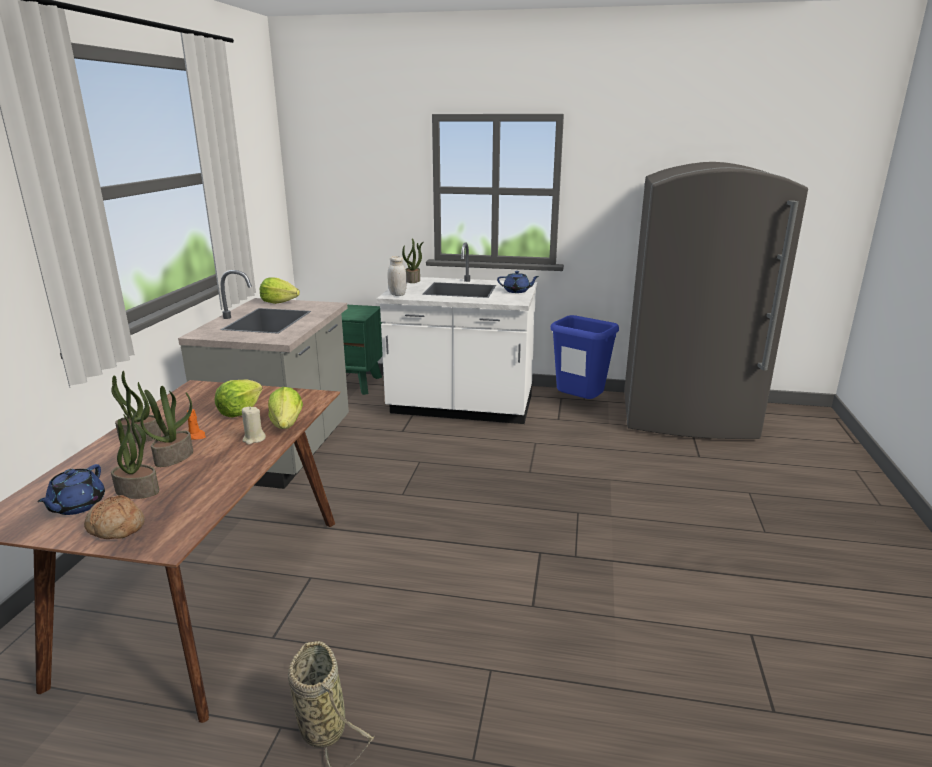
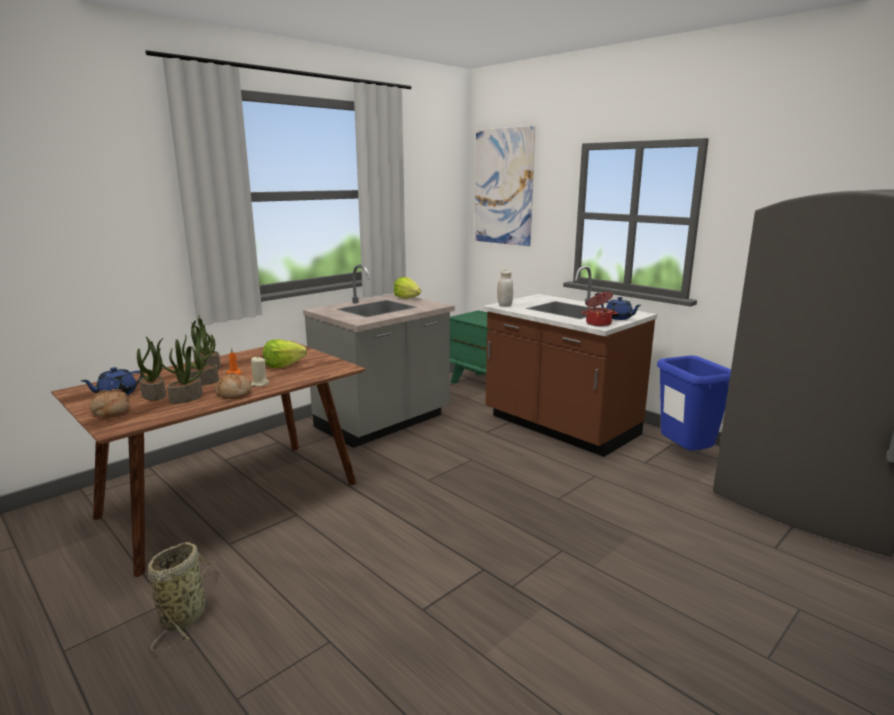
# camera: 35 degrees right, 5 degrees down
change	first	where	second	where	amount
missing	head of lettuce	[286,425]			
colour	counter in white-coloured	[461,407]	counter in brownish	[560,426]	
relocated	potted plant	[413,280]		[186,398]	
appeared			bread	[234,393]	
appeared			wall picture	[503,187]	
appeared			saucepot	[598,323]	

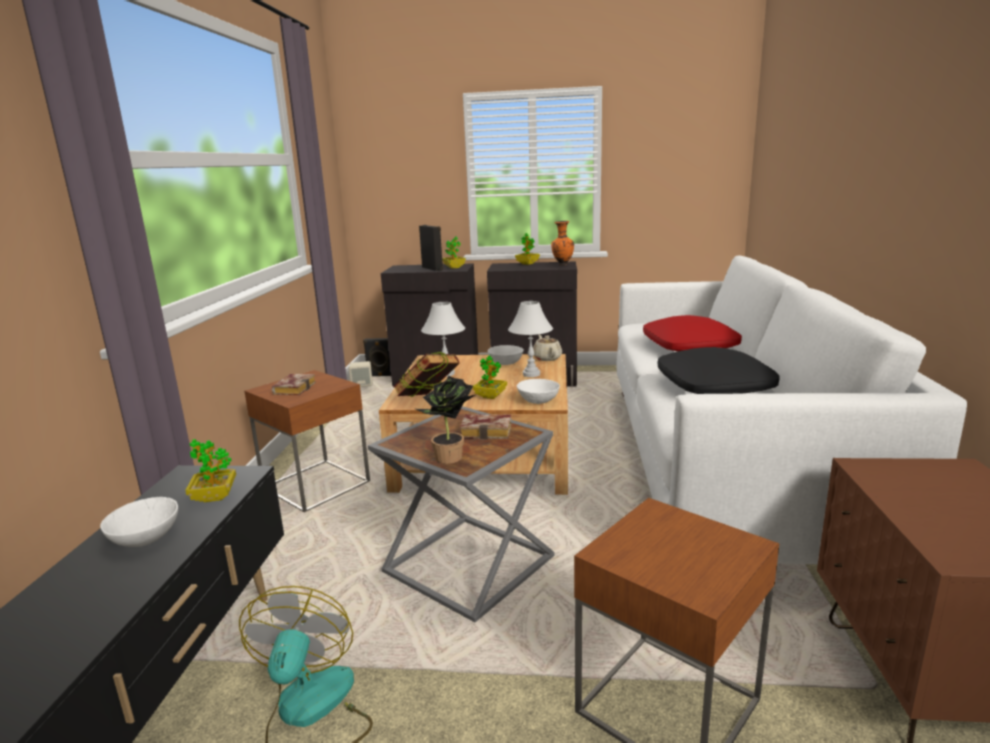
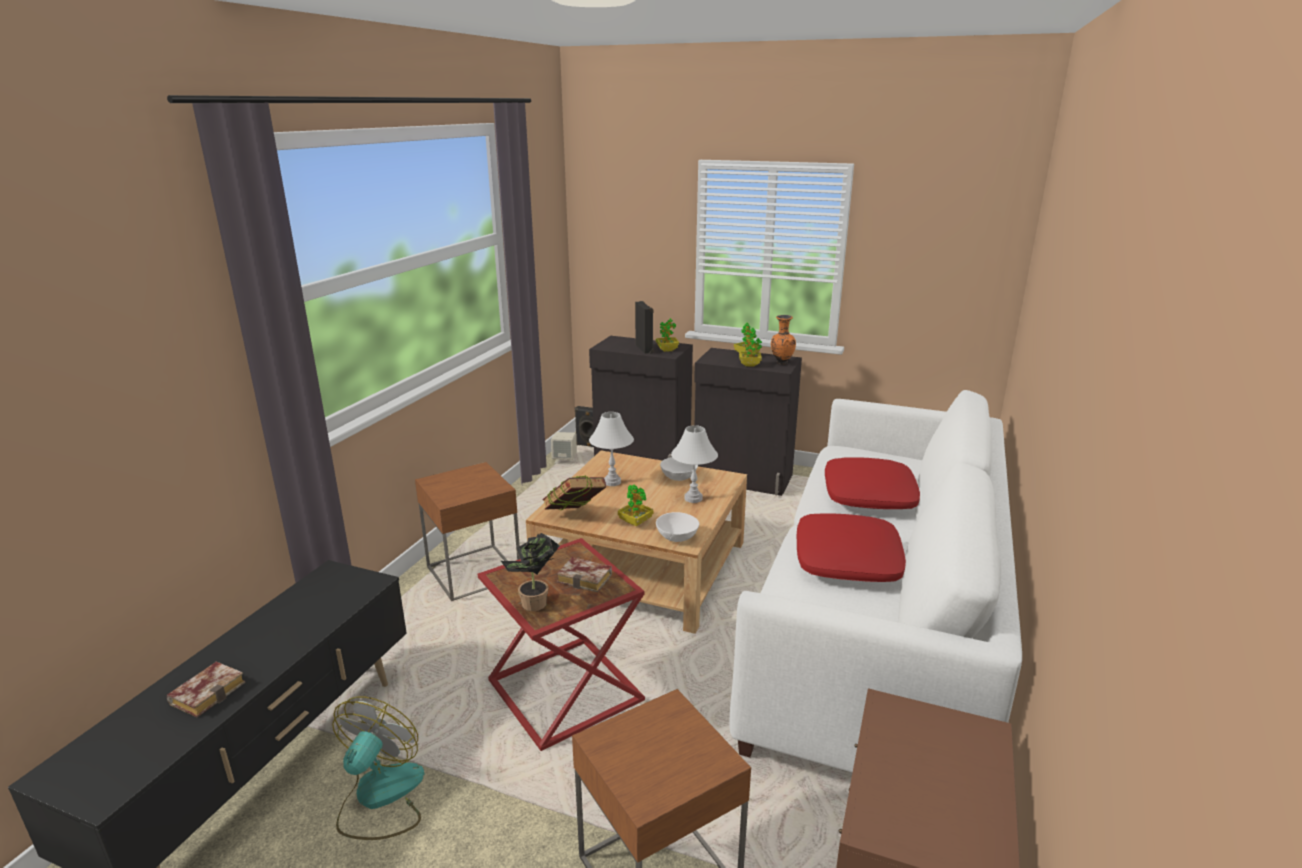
# camera: 15 degrees right, 5 degrees up
change	first	where	second	where	amount
missing	deep dish in white-coloured	[146,537]			
relocated	potted plant	[214,497]		[749,365]	
relocated	bound book	[294,388]		[209,692]	
colour	accent table in greyish	[466,565]	accent table in red-coloured	[562,690]	
missing	pot for tea in beige-coloured	[547,358]			
colour	throw pillow in black	[715,386]	throw pillow in red-coloured	[848,560]	

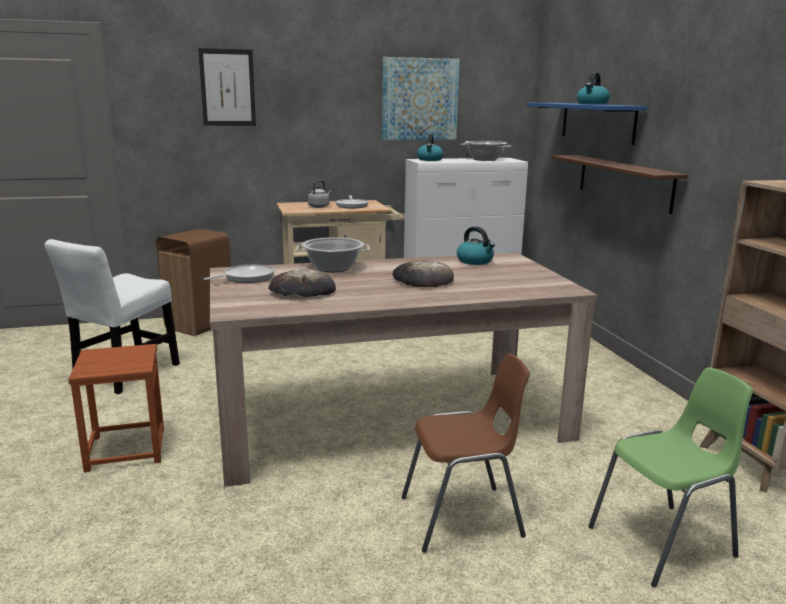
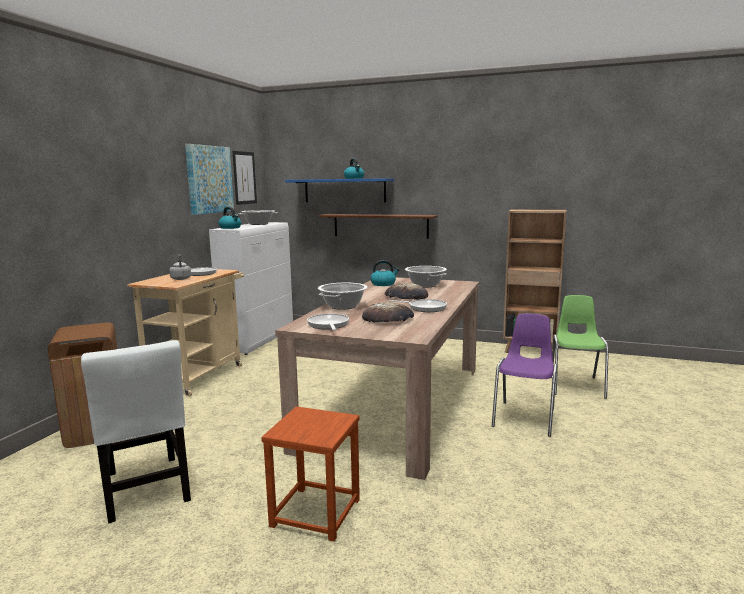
# camera: 55 degrees left, 5 degrees down
change	first	where	second	where	amount
relocated	wall picture	[227,87]		[244,178]	
colour	chair in brownish	[463,517]	chair in purplish	[525,418]	
appeared			skillet	[425,308]	
appeared			saucepot	[425,285]	

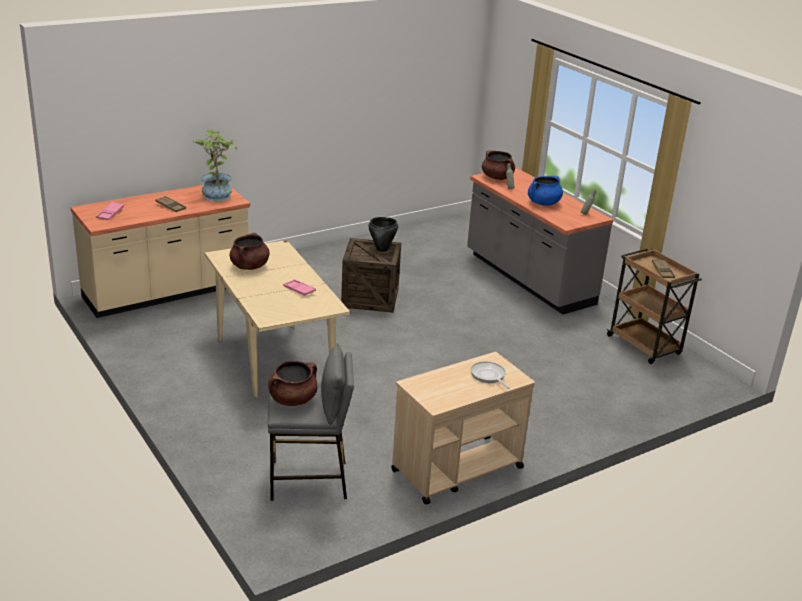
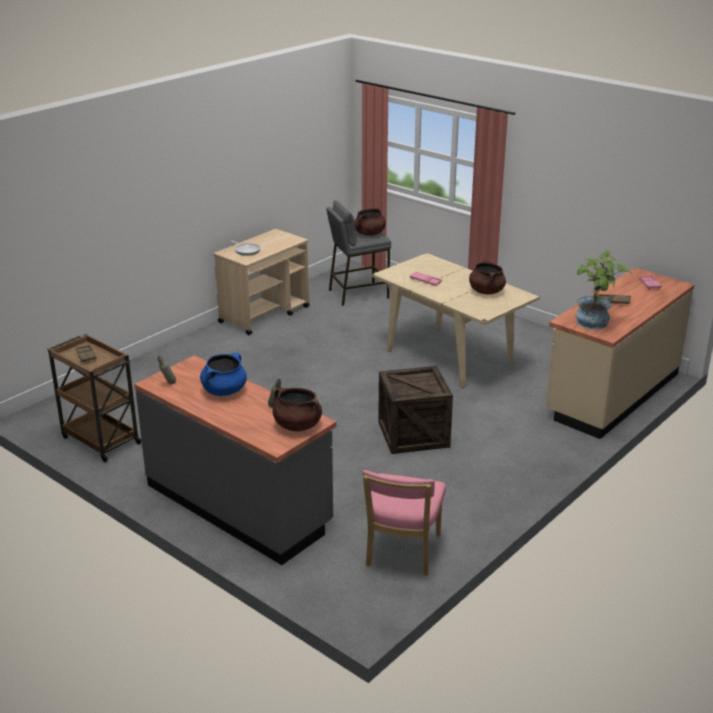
# camera: 165 degrees right, 0 degrees up
change	first	where	second	where	amount
missing	saucepot in black	[382,249]			
appeared			chair in pink	[401,553]	

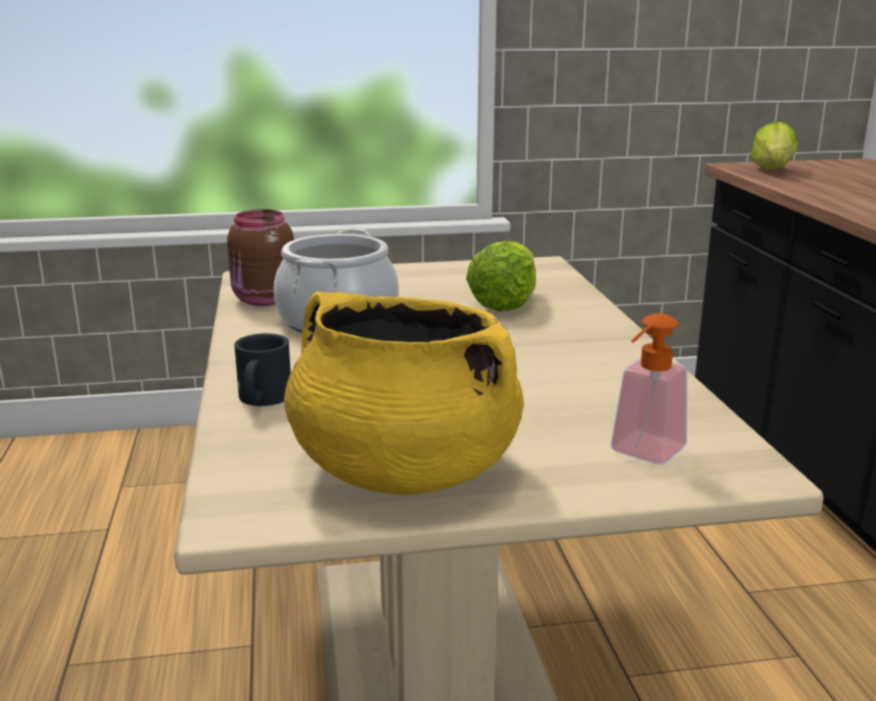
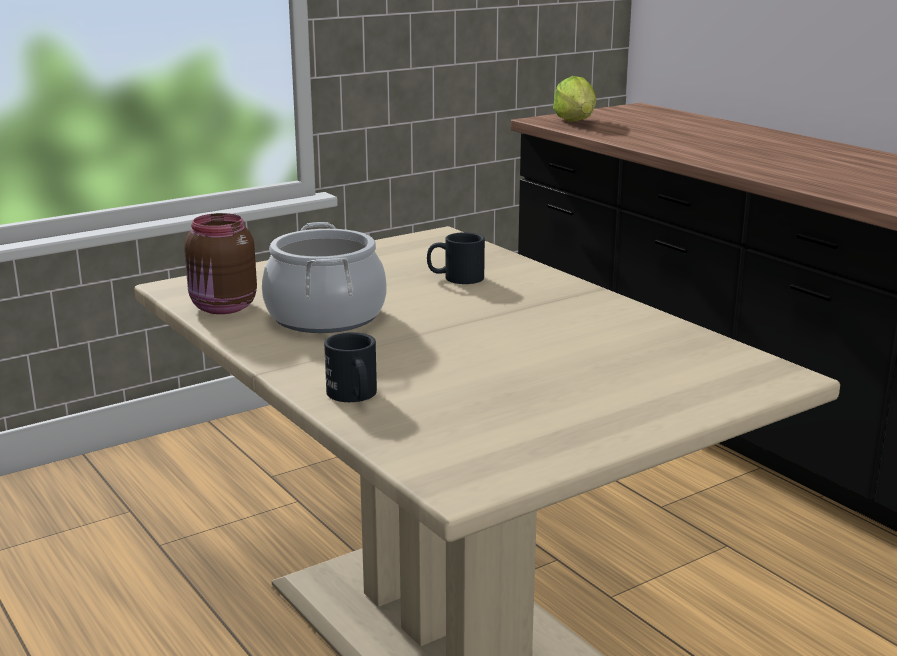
# camera: 25 degrees left, 0 degrees up
change	first	where	second	where	amount
missing	saucepot in yellow-coloured	[403,471]			
exchanged	head of lettuce	[504,304]	tea mug in black	[455,278]	
missing	soap bottle	[642,454]			

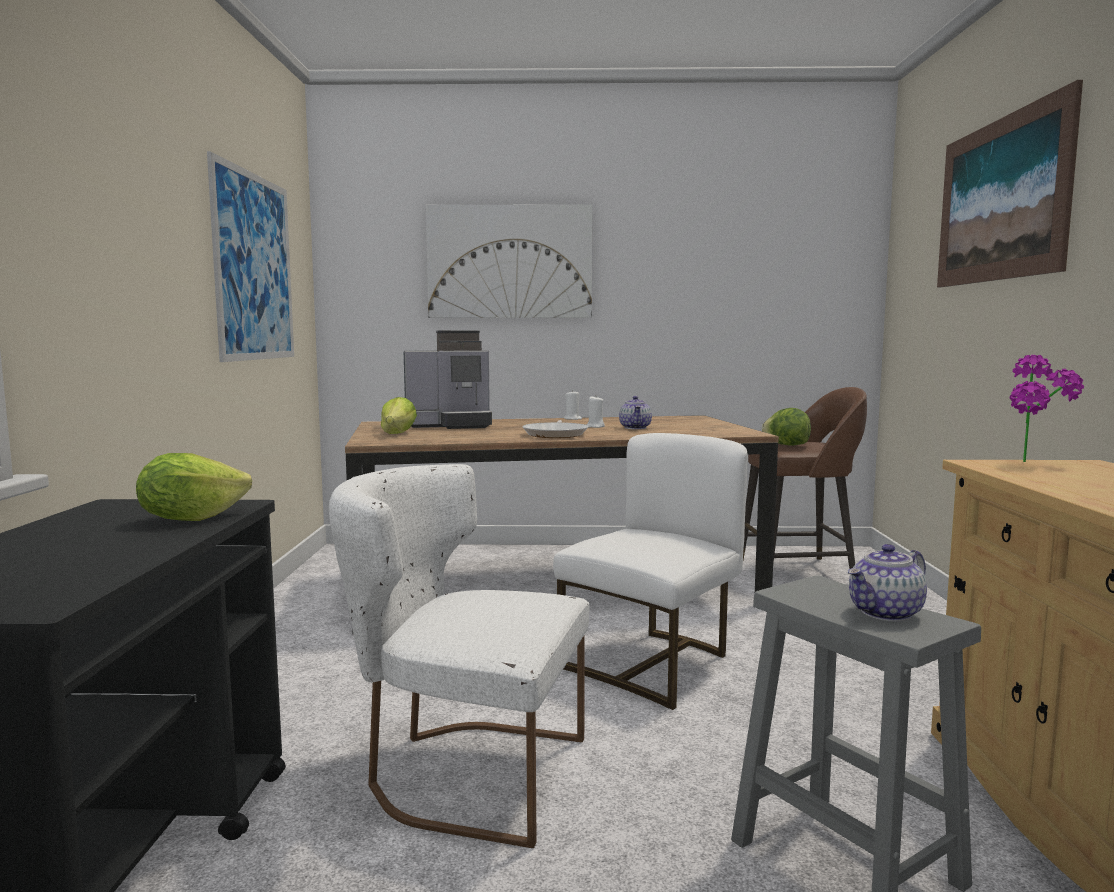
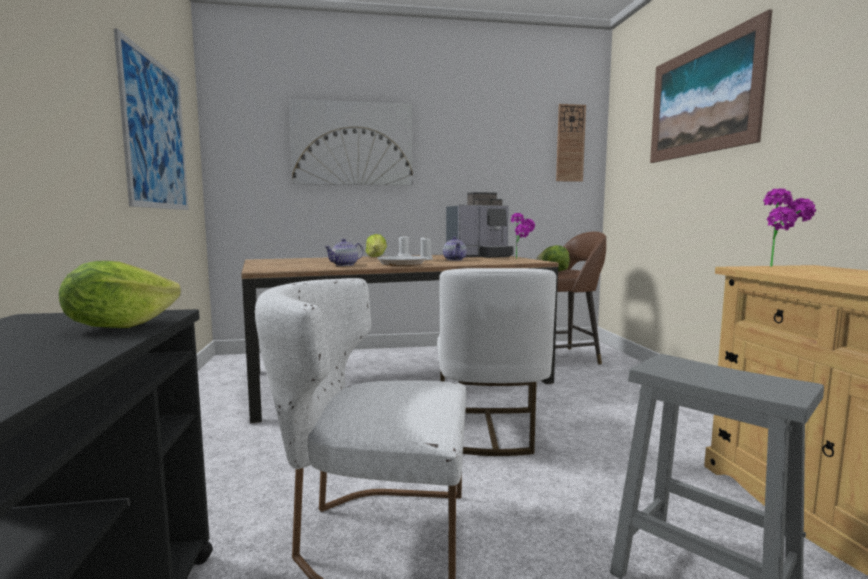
# camera: 10 degrees left, 0 degrees up
change	first	where	second	where	amount
relocated	head of lettuce	[398,433]		[376,257]	
relocated	coffee maker	[450,425]		[480,256]	
spun	chair in white-coloured	[653,664]		[490,430]	150 degrees clockwise
relocated	pot for tea	[886,613]		[344,265]	
appeared			potted plant	[522,259]	
appeared			clock on the wall	[570,143]	

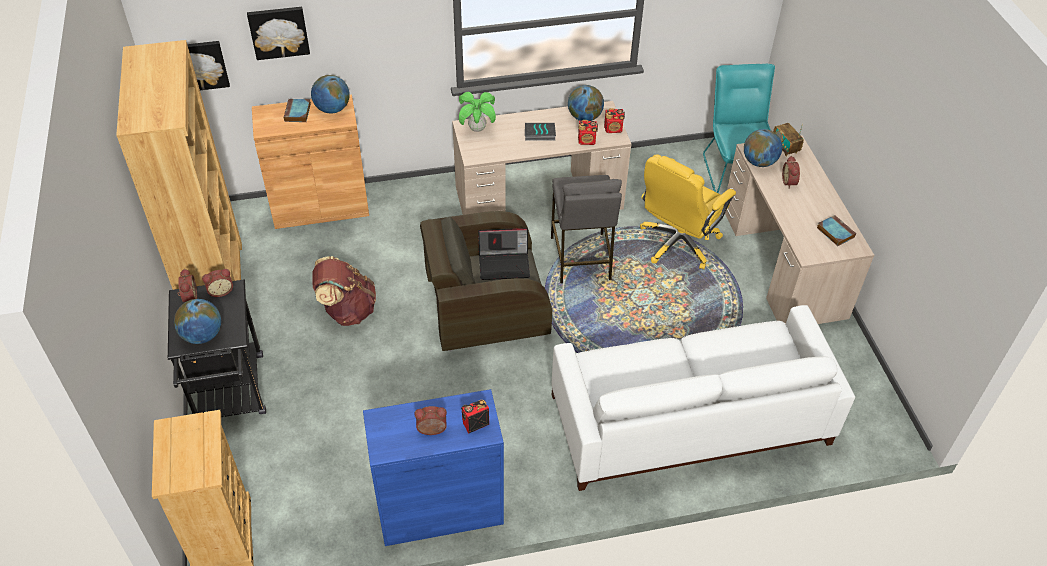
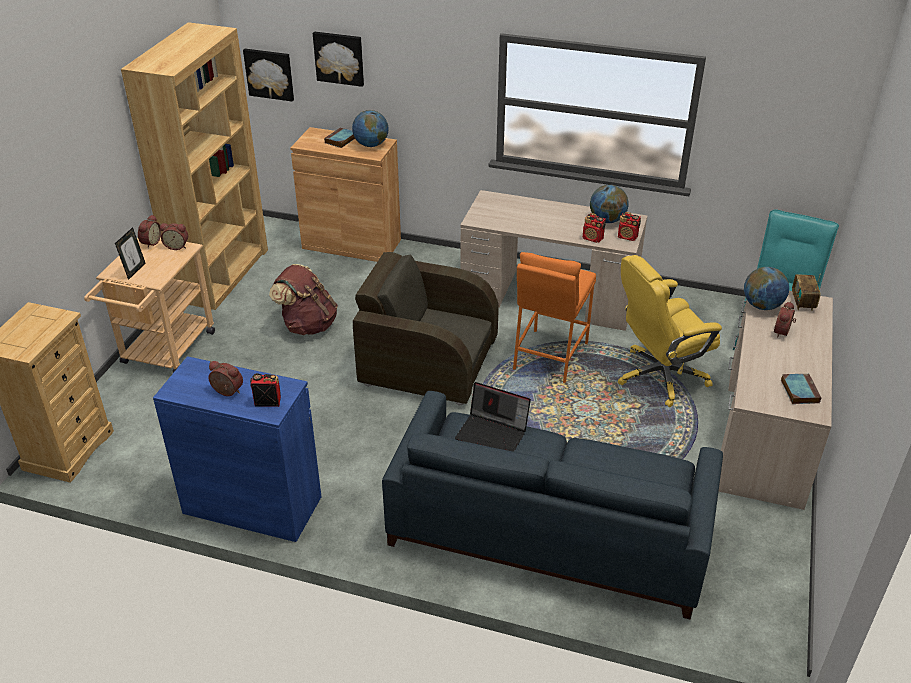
# camera: 30 degrees right, 10 degrees down
change	first	where	second	where	amount
colour	cart in black	[230,396]	cart in beige-coloured	[164,352]	
exchanged	world globe	[202,335]	photo frame	[134,271]	
missing	potted plant	[477,129]			
relocated	laptop	[505,264]		[493,433]	
missing	bound book	[539,134]			
colour	sitting stool in greyish	[580,258]	sitting stool in orange-coloured	[549,356]	
colour	settee in white-coloured	[688,418]	settee in blue	[548,529]	

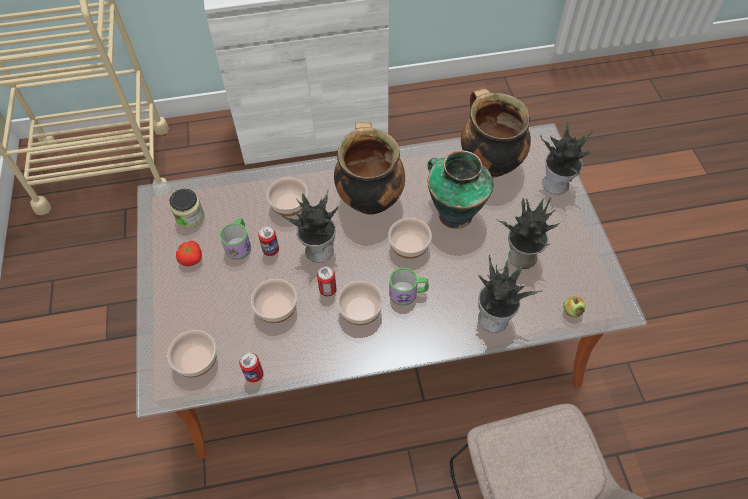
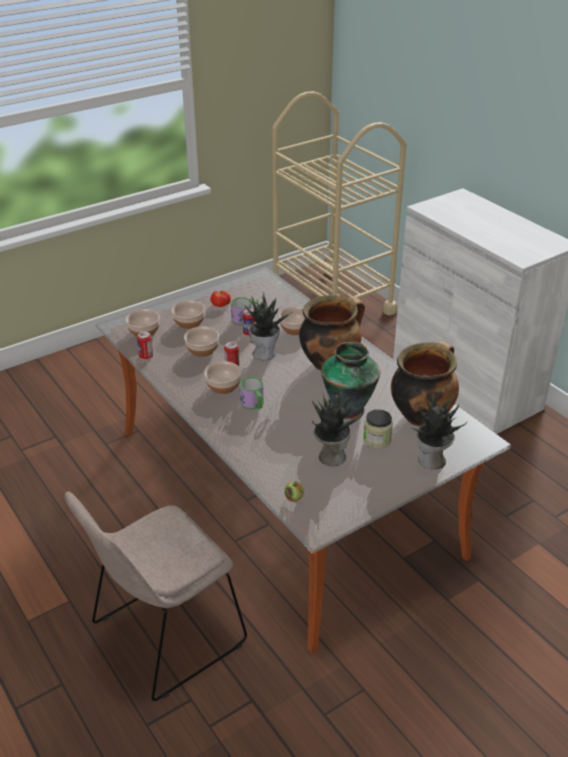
# camera: 65 degrees right, 20 degrees down
change	first	where	second	where	amount
relocated	jar	[190,217]		[377,440]	
relocated	deep dish	[408,247]		[188,322]	
missing	potted plant	[494,318]			

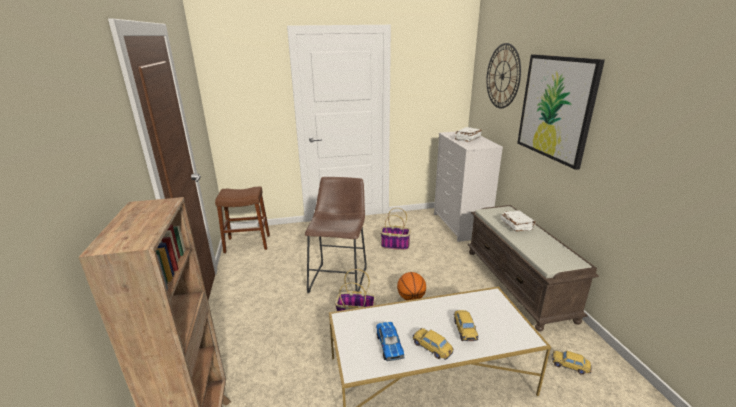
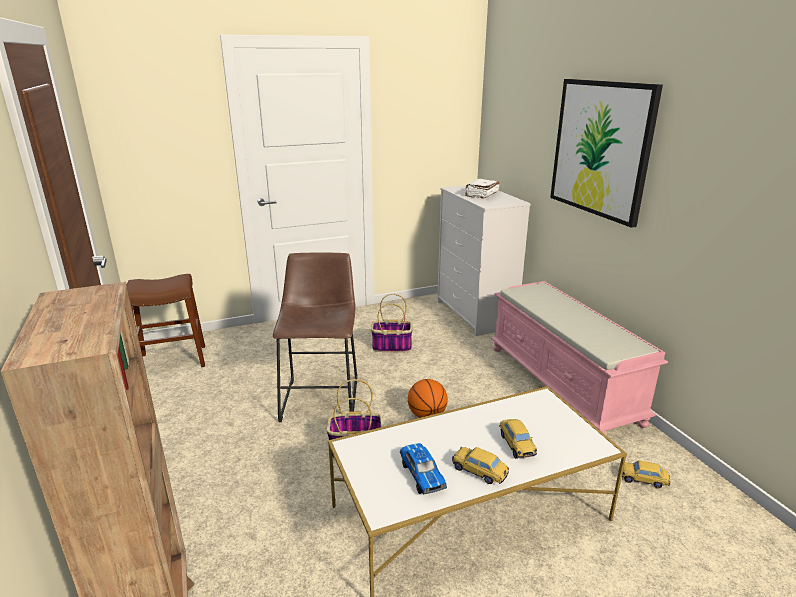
# camera: 10 degrees left, 0 degrees up
change	first	where	second	where	amount
colour	bench in brownish	[518,283]	bench in pink	[563,384]	
missing	clock on the wall	[502,76]			
missing	bound book in white-coloured	[516,226]			

